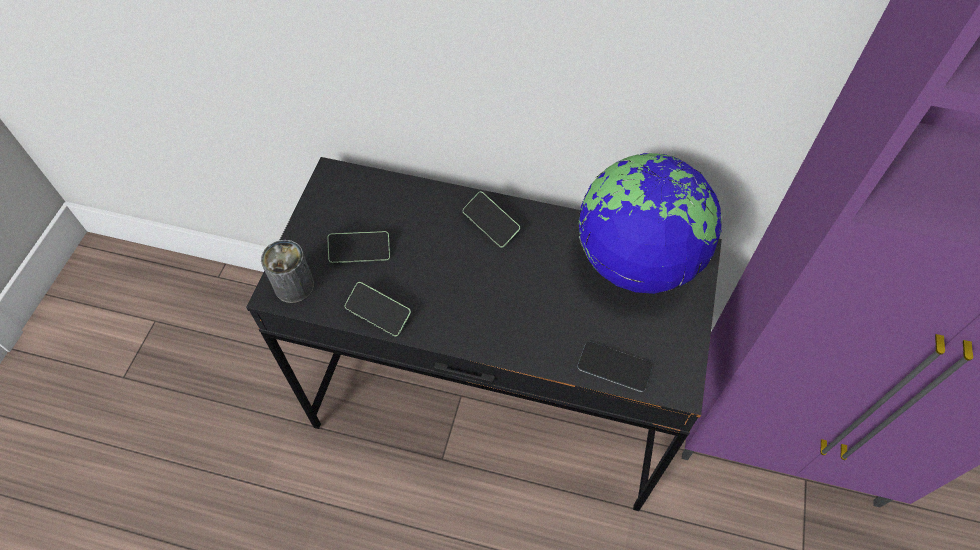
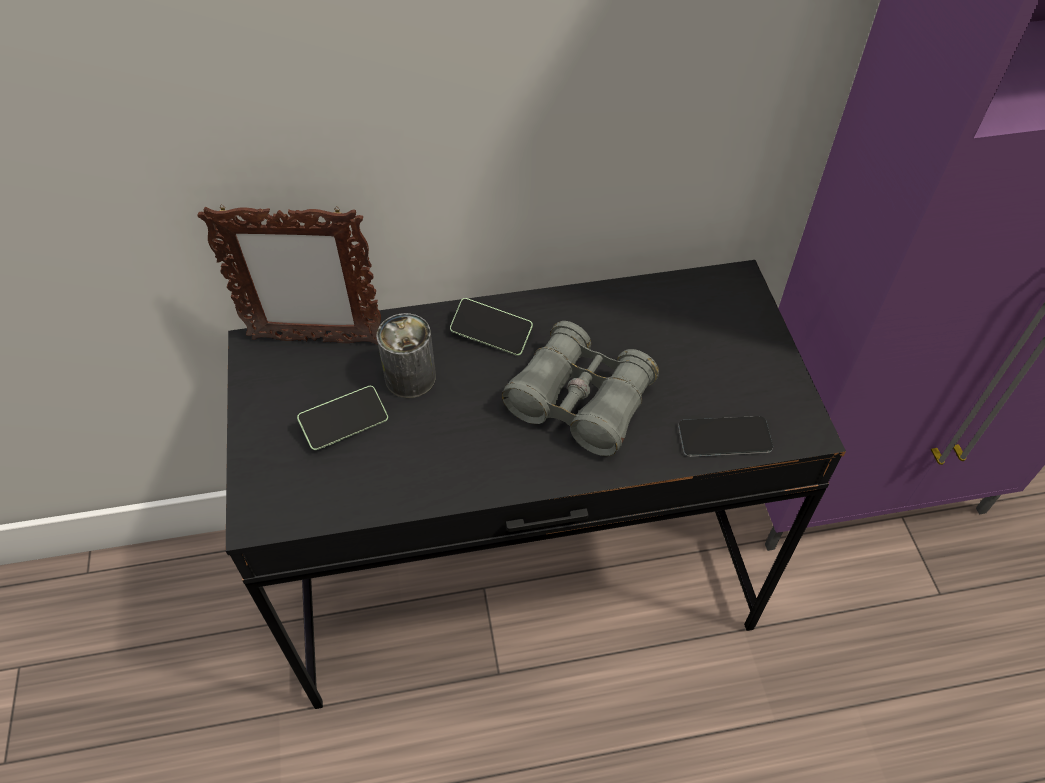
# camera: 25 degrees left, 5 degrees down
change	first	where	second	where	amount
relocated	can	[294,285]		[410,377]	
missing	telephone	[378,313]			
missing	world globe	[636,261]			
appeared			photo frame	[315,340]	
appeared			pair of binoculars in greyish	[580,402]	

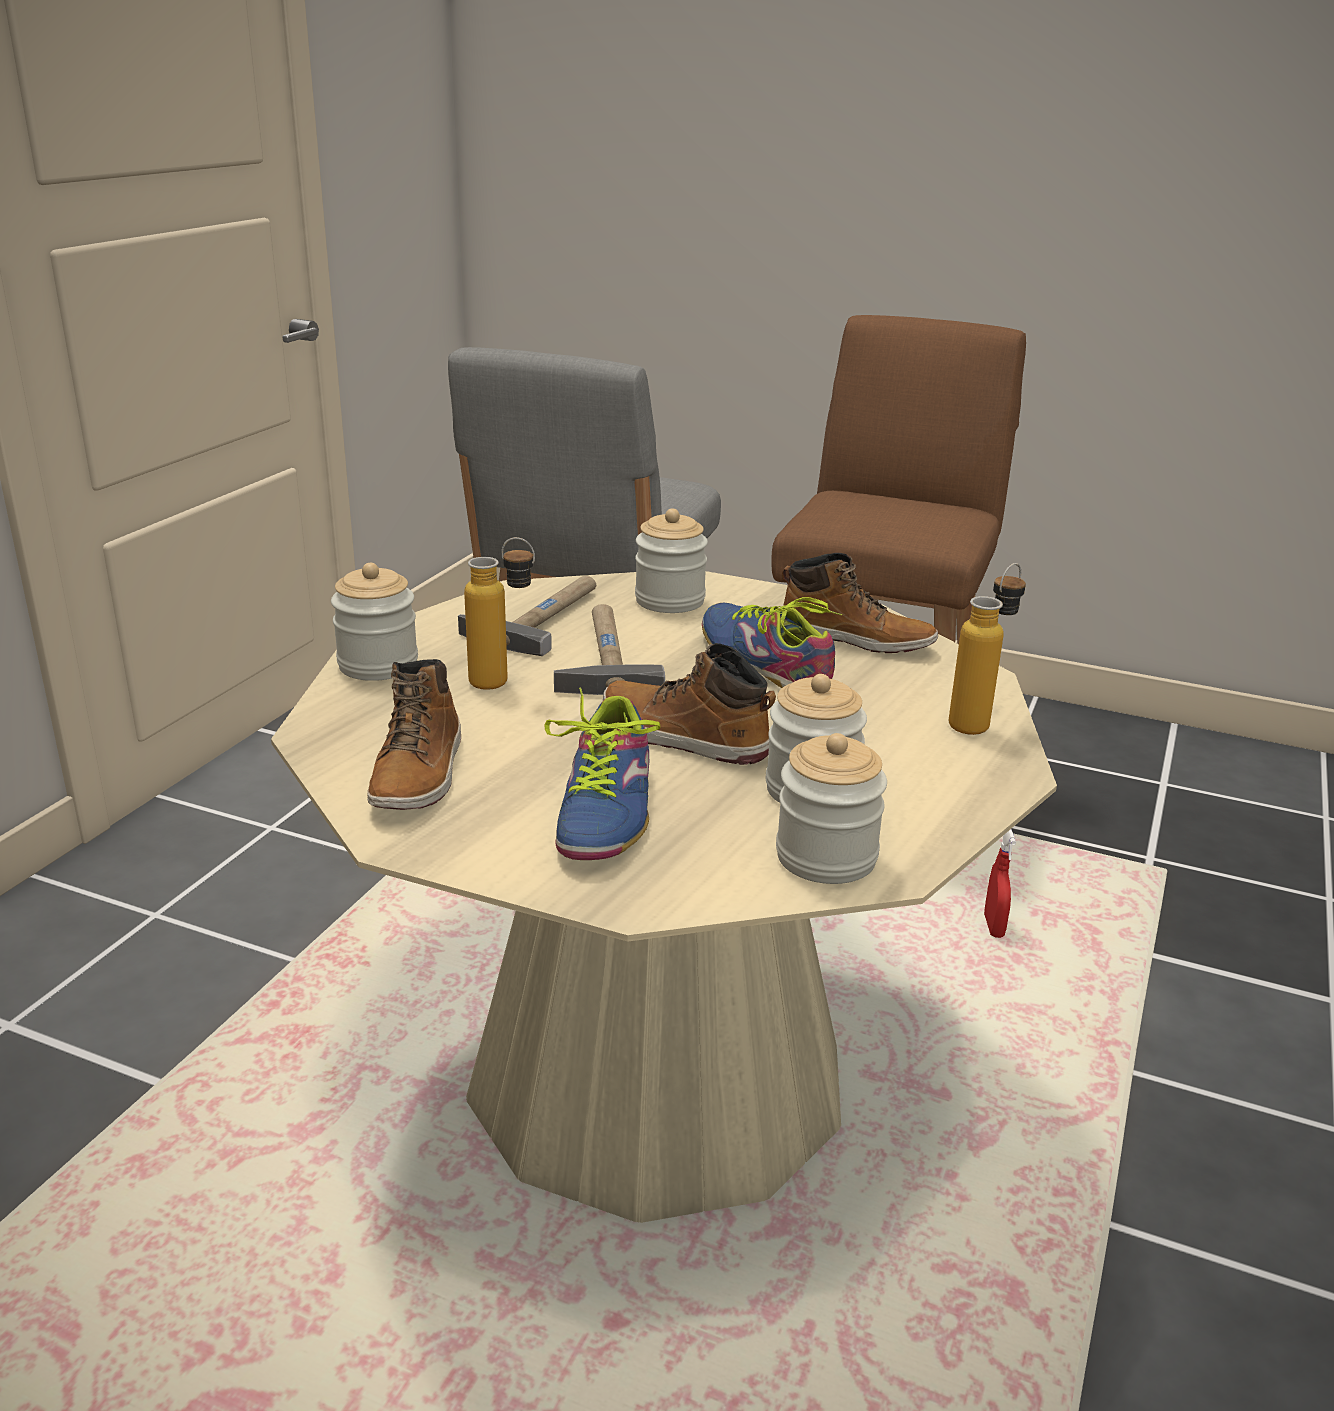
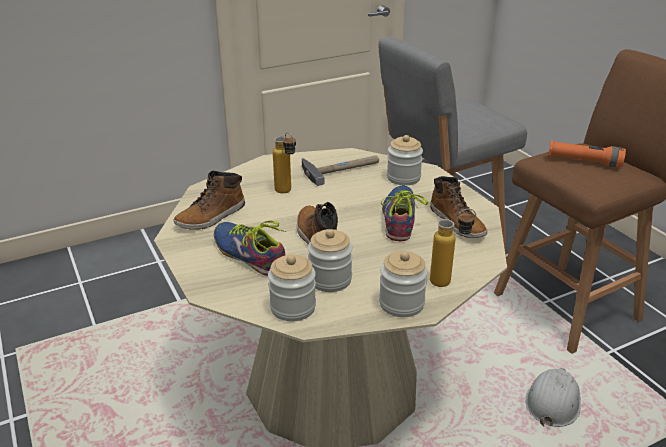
# camera: 40 degrees right, 5 degrees up
change	first	where	second	where	amount
relocated	jar	[378,665]		[401,303]	
spun	low shoe	[606,808]		[248,255]	90 degrees clockwise
missing	hand hammer	[603,655]			
exchanged	spray bottle in red-coloured	[993,927]	hard hat in white-coloured	[552,401]	
appeared			hand torch in orange-coloured	[584,162]	

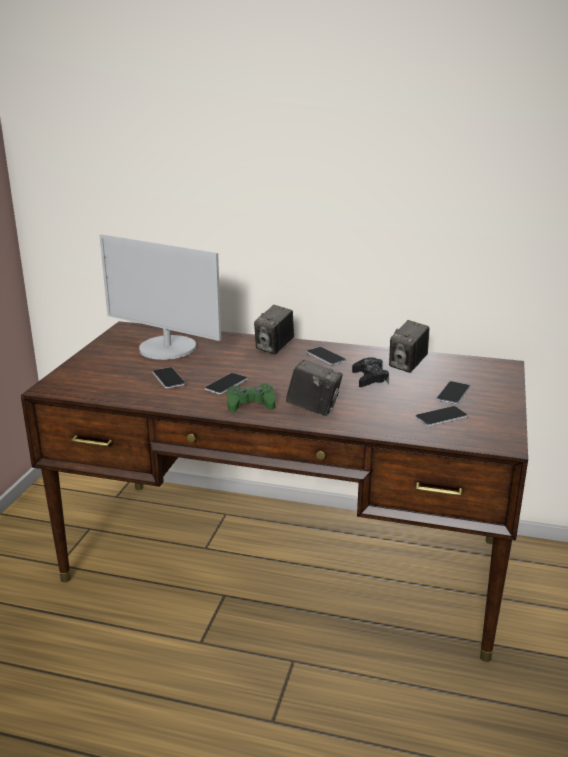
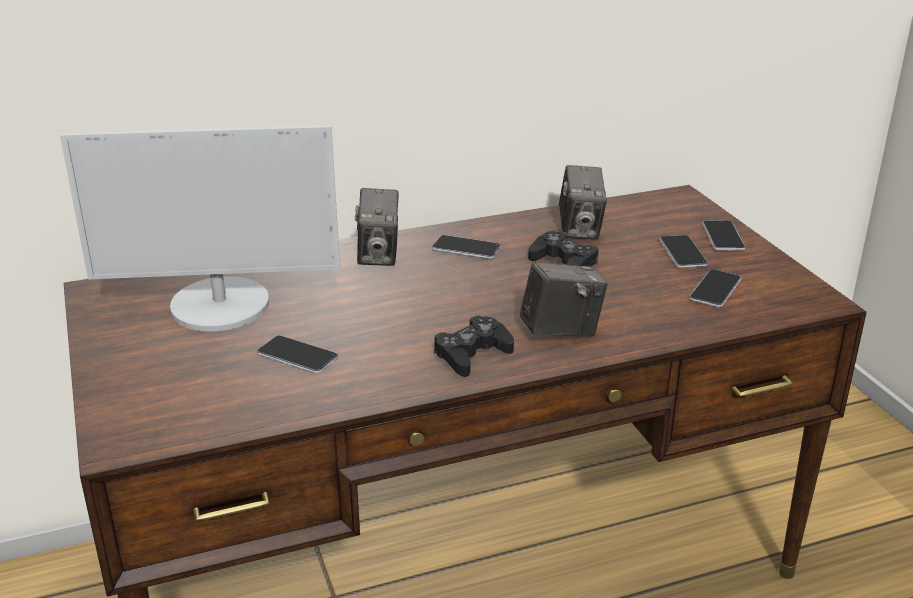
# camera: 35 degrees left, 5 degrees up
change	first	where	second	where	amount
relocated	telephone	[226,384]		[723,237]	
colour	joypad in green	[250,404]	joypad in black	[472,354]	

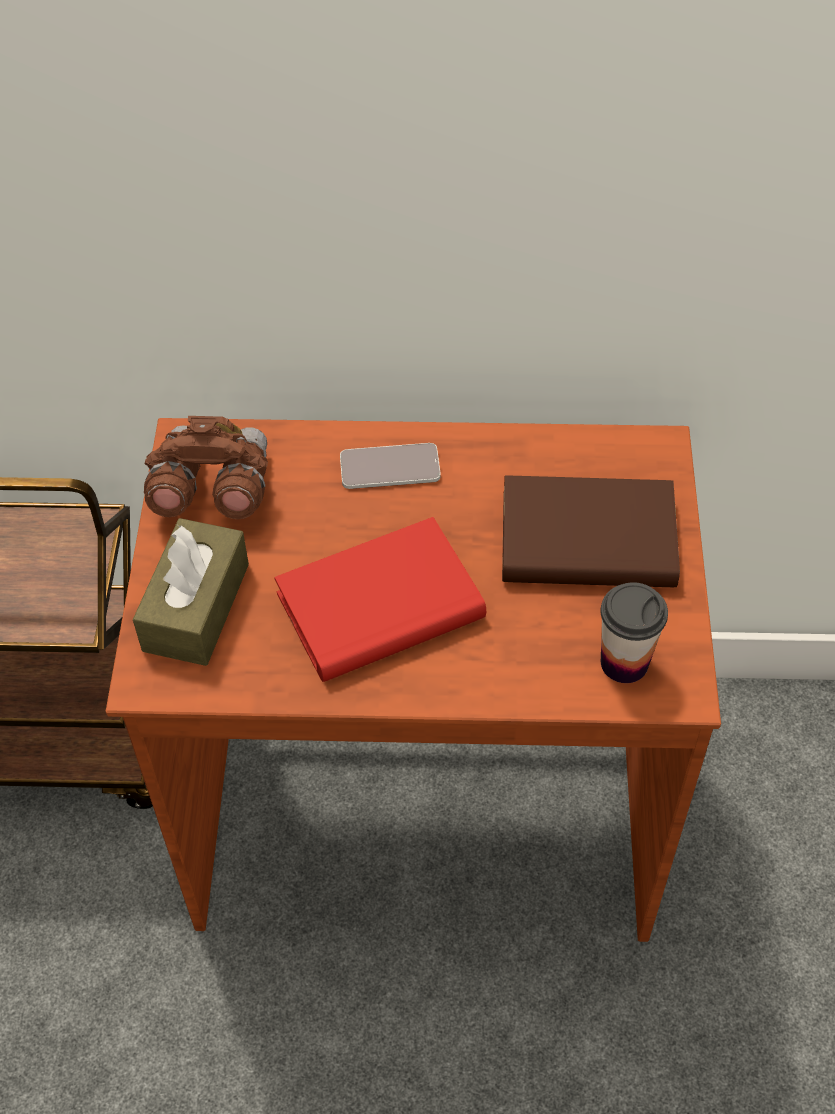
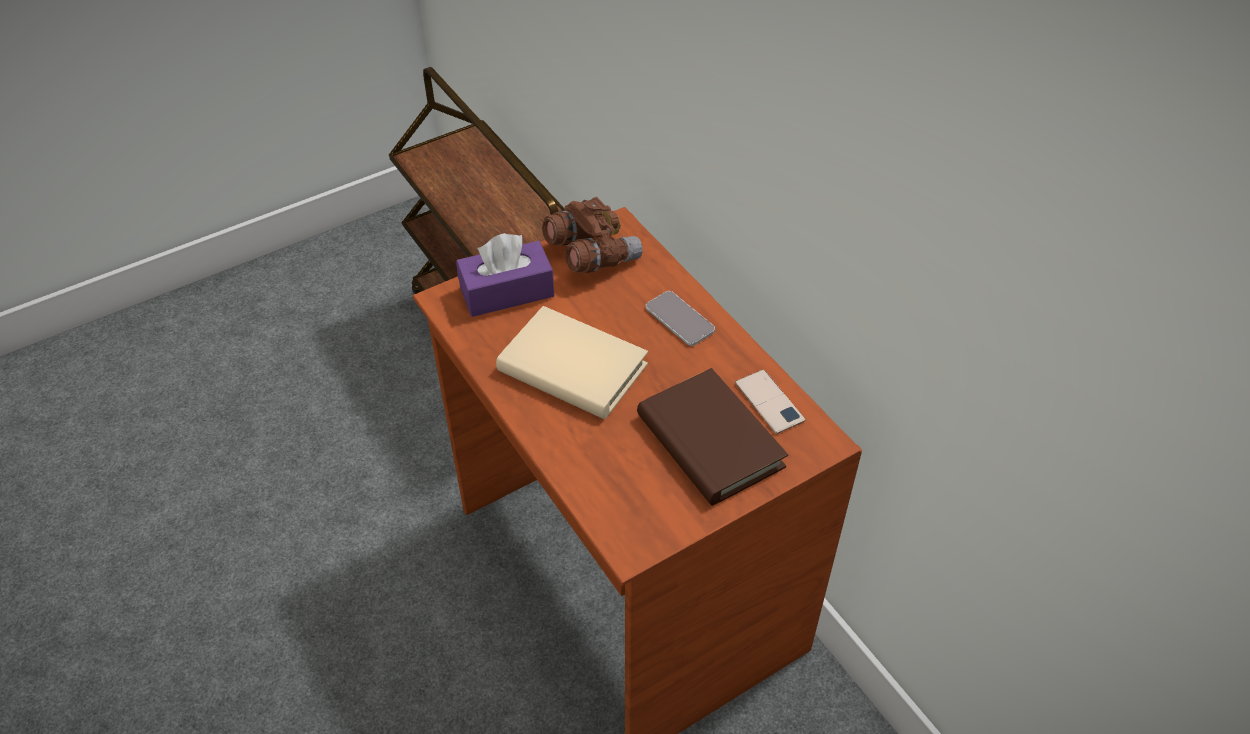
# camera: 55 degrees right, 5 degrees down
change	first	where	second	where	amount
colour	tissue holder in brownish	[196,607]	tissue holder in purplish	[507,292]	
colour	bound book in red-coloured	[380,607]	bound book in beige-coloured	[572,368]	
missing	drinking cup	[624,662]			
appeared			telephone	[769,402]	

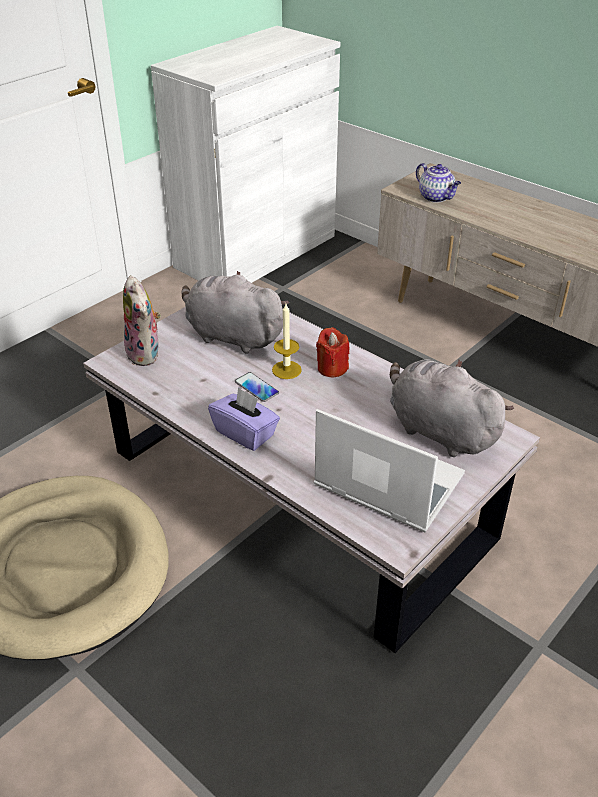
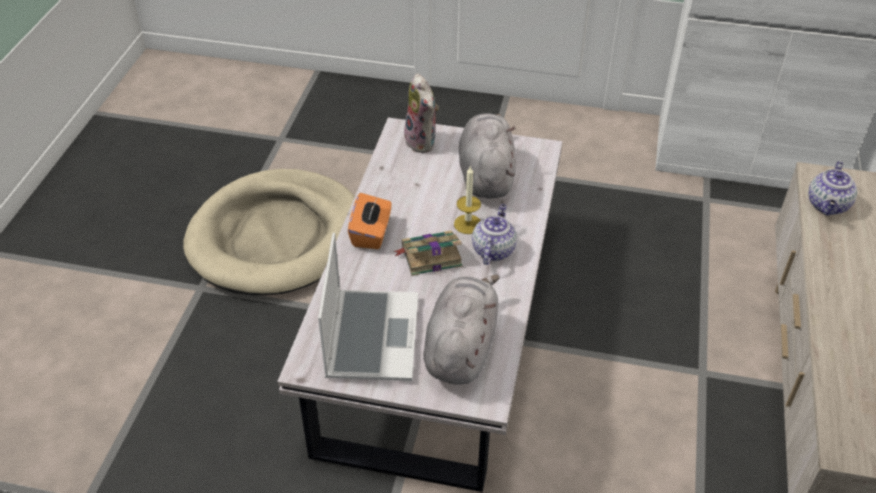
# camera: 60 degrees right, 5 degrees up
change	first	where	second	where	amount
spun	plush toy	[146,354]		[423,142]	60 degrees counterclockwise
colour	tissue holder in purplish	[245,433]	tissue holder in orange-coloured	[371,234]	
missing	telephone	[256,388]			
exchanged	wax light in red-coloured	[332,368]	pot for tea	[493,250]	
appeared			bound book	[429,256]	

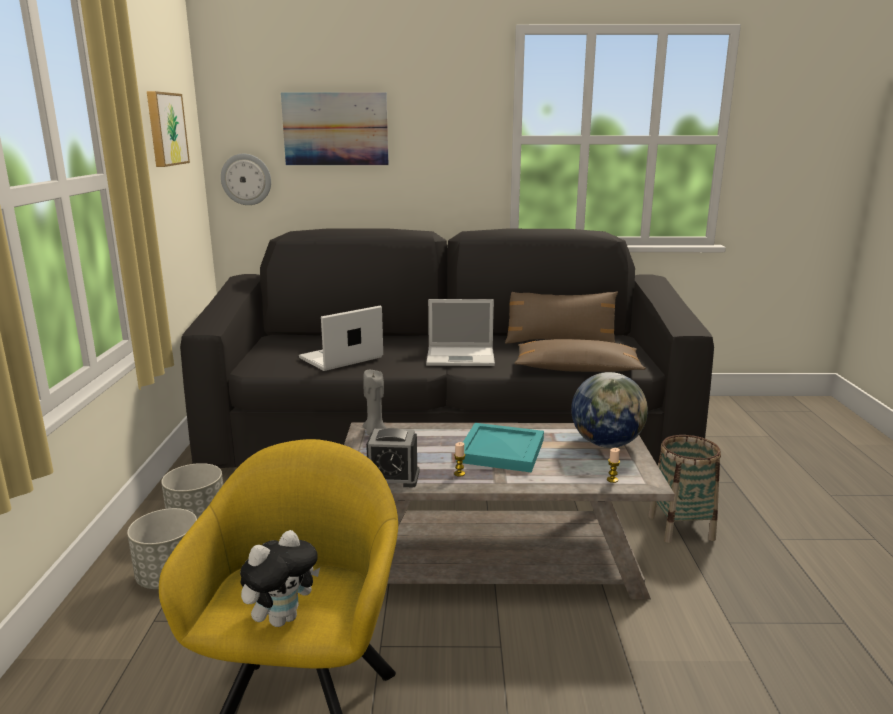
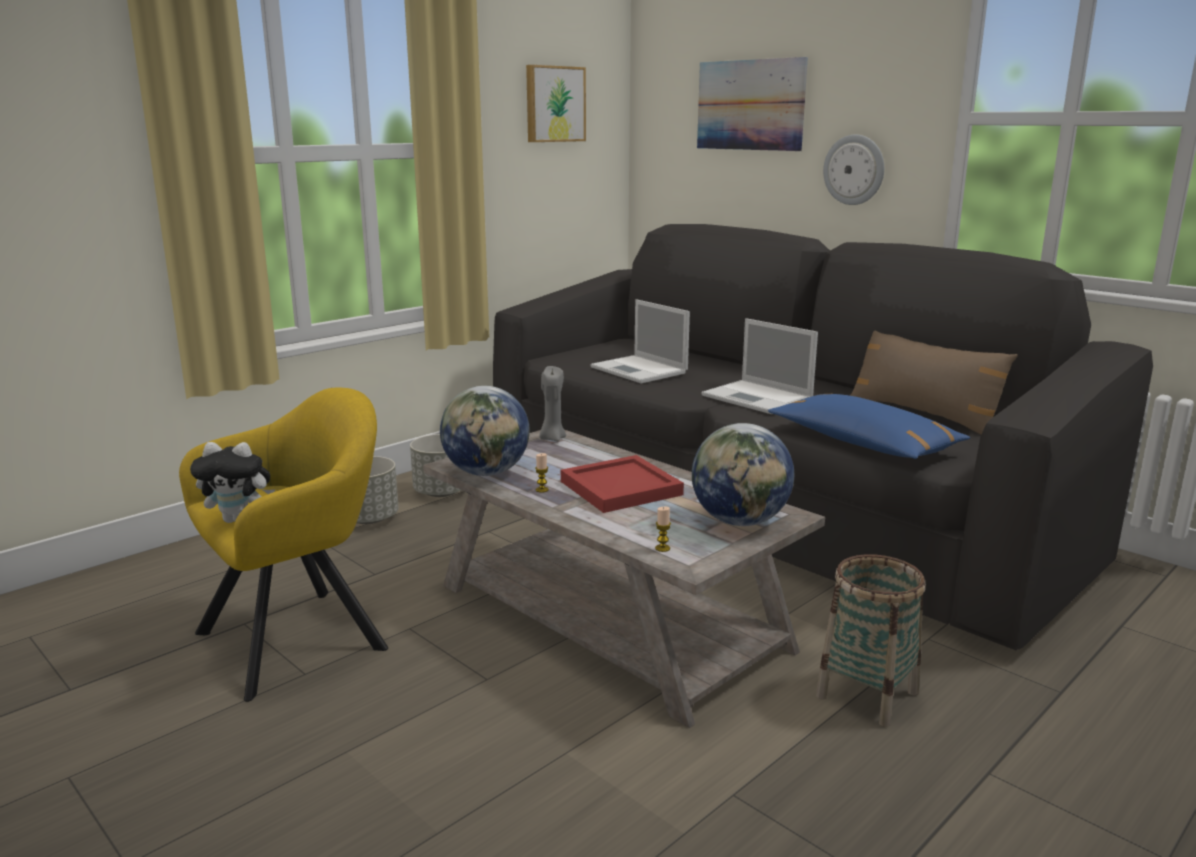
# camera: 45 degrees right, 0 degrees up
change	first	where	second	where	amount
relocated	clock on the wall	[246,179]		[854,170]	
spun	laptop	[340,358]		[640,370]	135 degrees counterclockwise
exchanged	bedside clock	[392,477]	world globe	[487,472]	
colour	tray in turquoise	[502,450]	tray in red-coloured	[622,488]	
colour	throw pillow in brownish	[577,369]	throw pillow in blue	[863,443]	

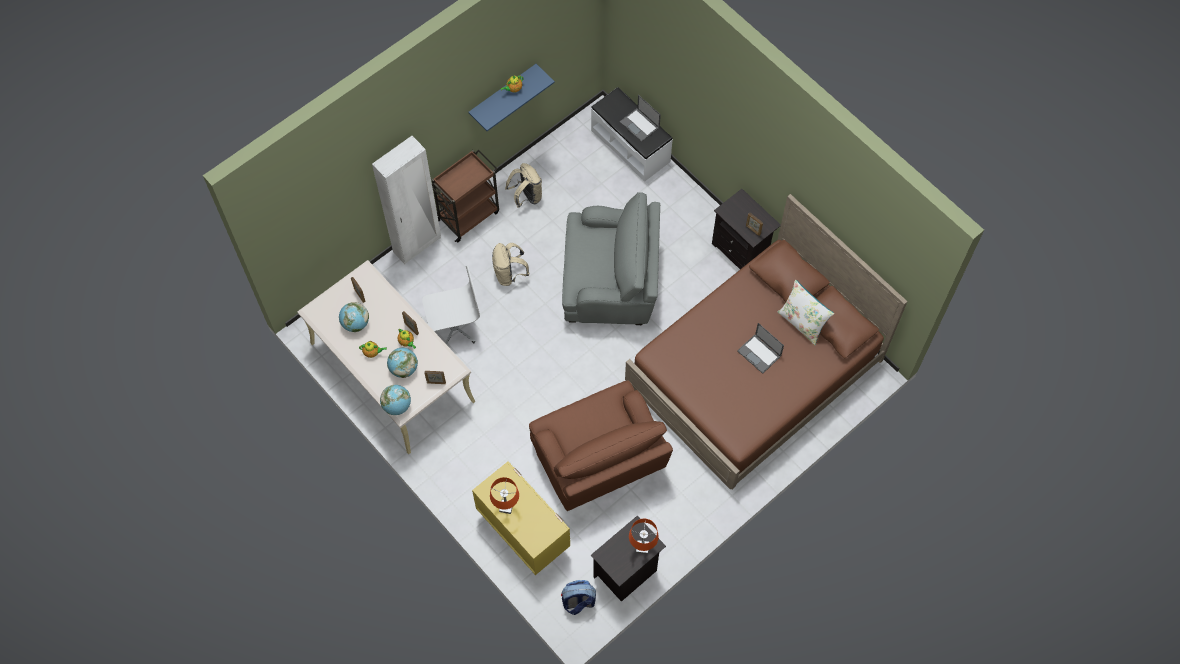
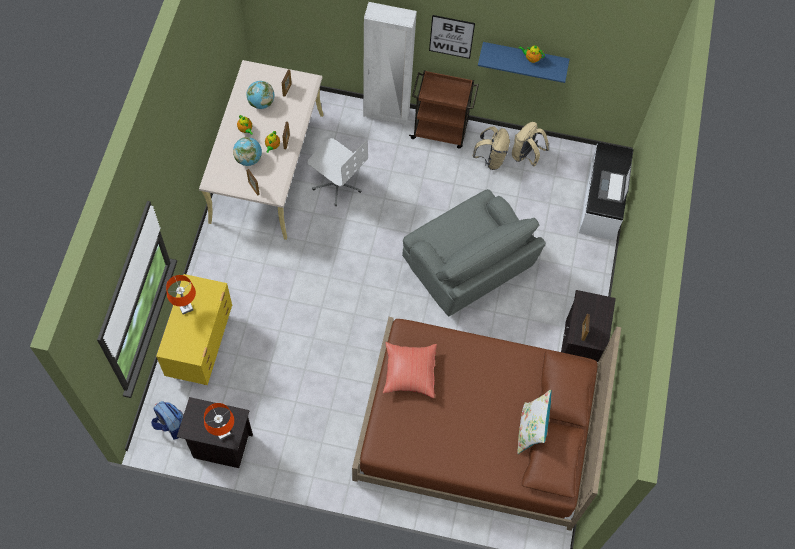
# camera: 50 degrees right, 0 degrees up
change	first	where	second	where	amount
missing	world globe	[397,406]			
relocated	rucksack in beige-coloured	[509,274]		[526,155]	
missing	easy chair in brownish	[599,459]			
missing	laptop	[759,354]			
appeared			throw pillow in red-coloured	[409,373]	
appeared			wall picture	[451,36]	

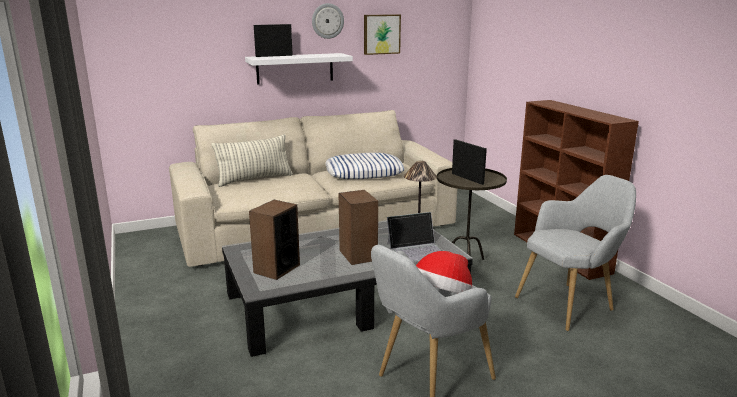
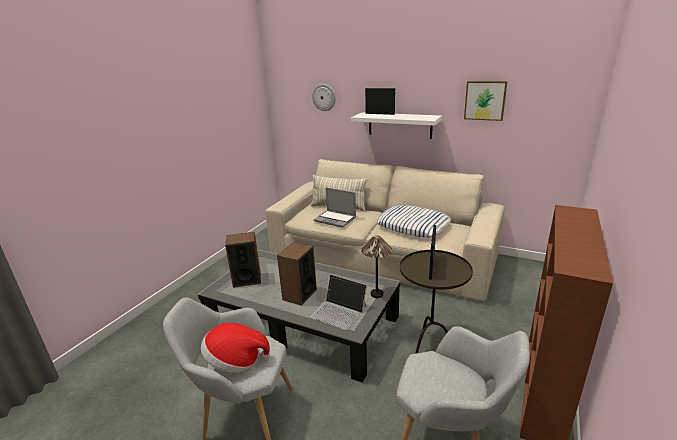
# camera: 50 degrees right, 5 degrees up
change	first	where	second	where	amount
relocated	clock on the wall	[327,21]		[324,97]	
appeared			laptop	[335,219]	

